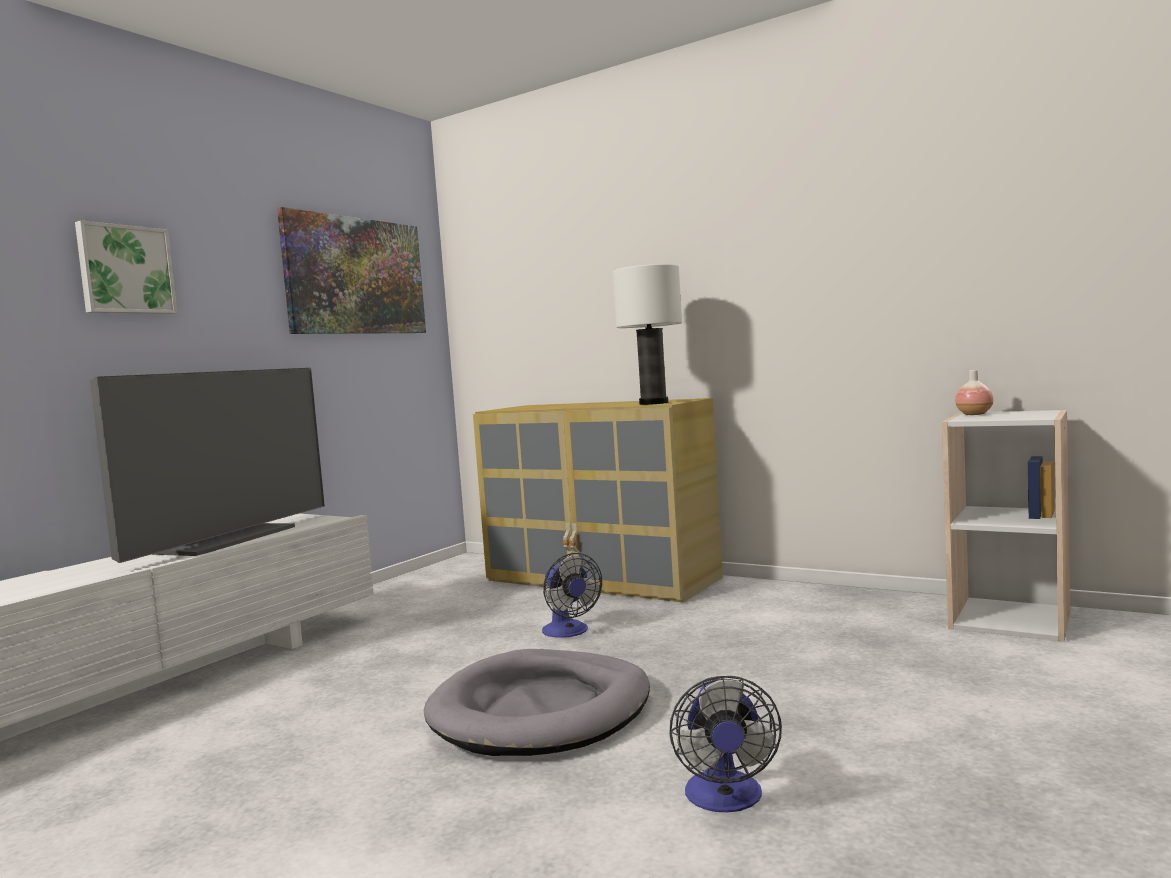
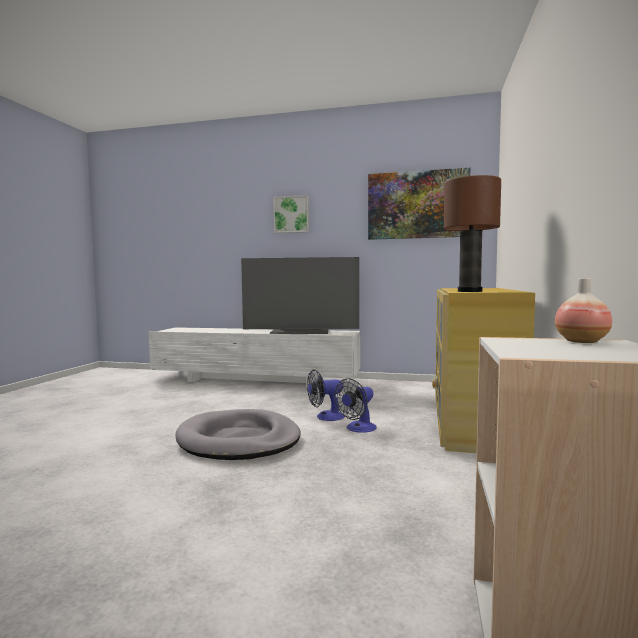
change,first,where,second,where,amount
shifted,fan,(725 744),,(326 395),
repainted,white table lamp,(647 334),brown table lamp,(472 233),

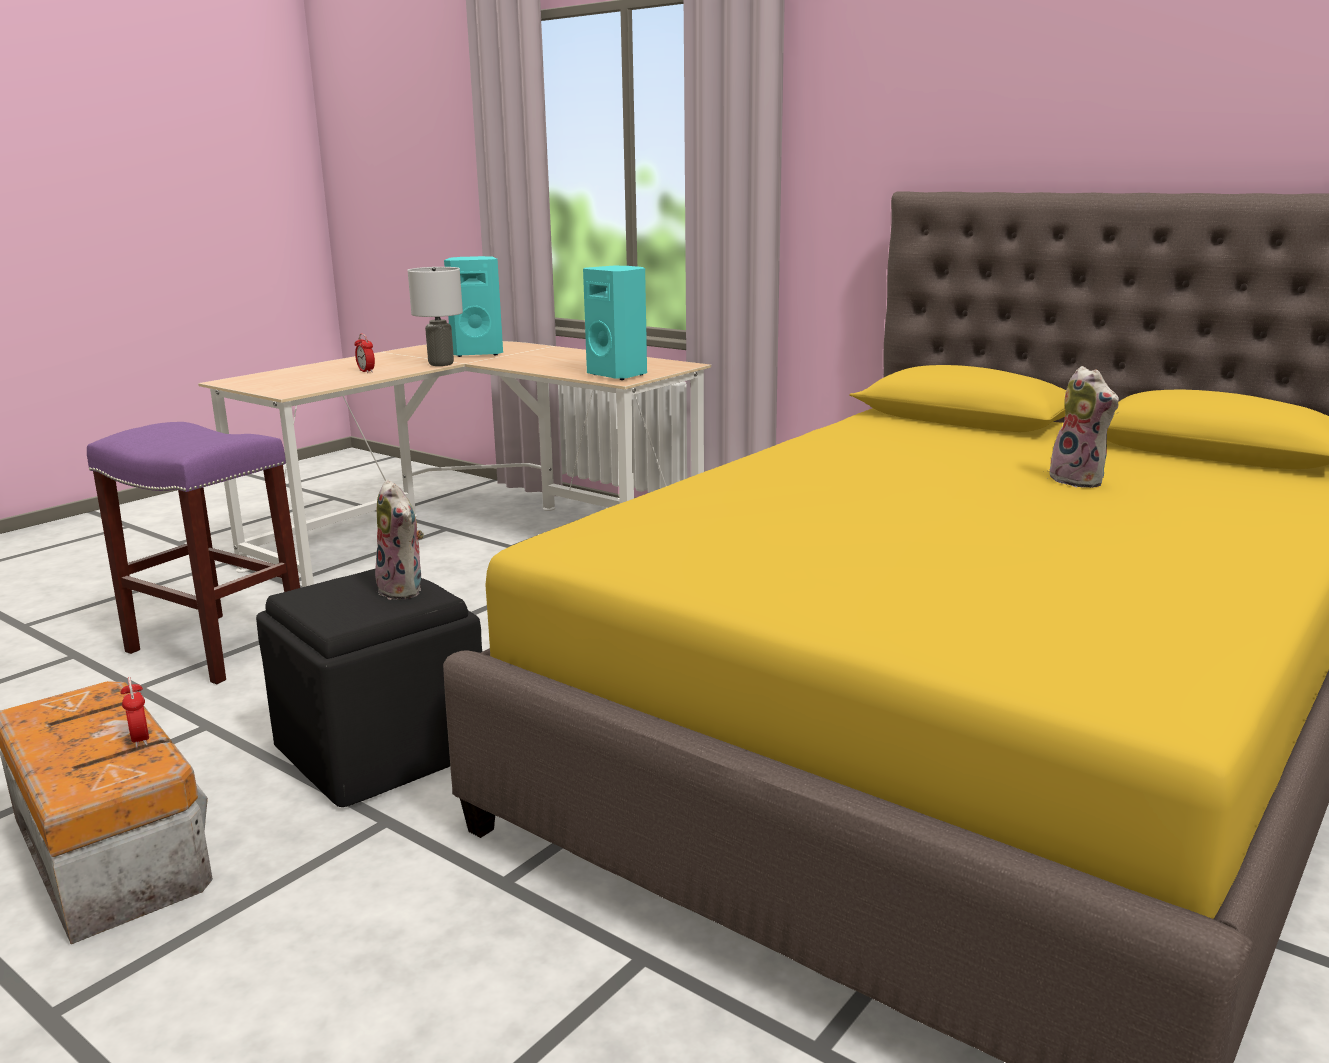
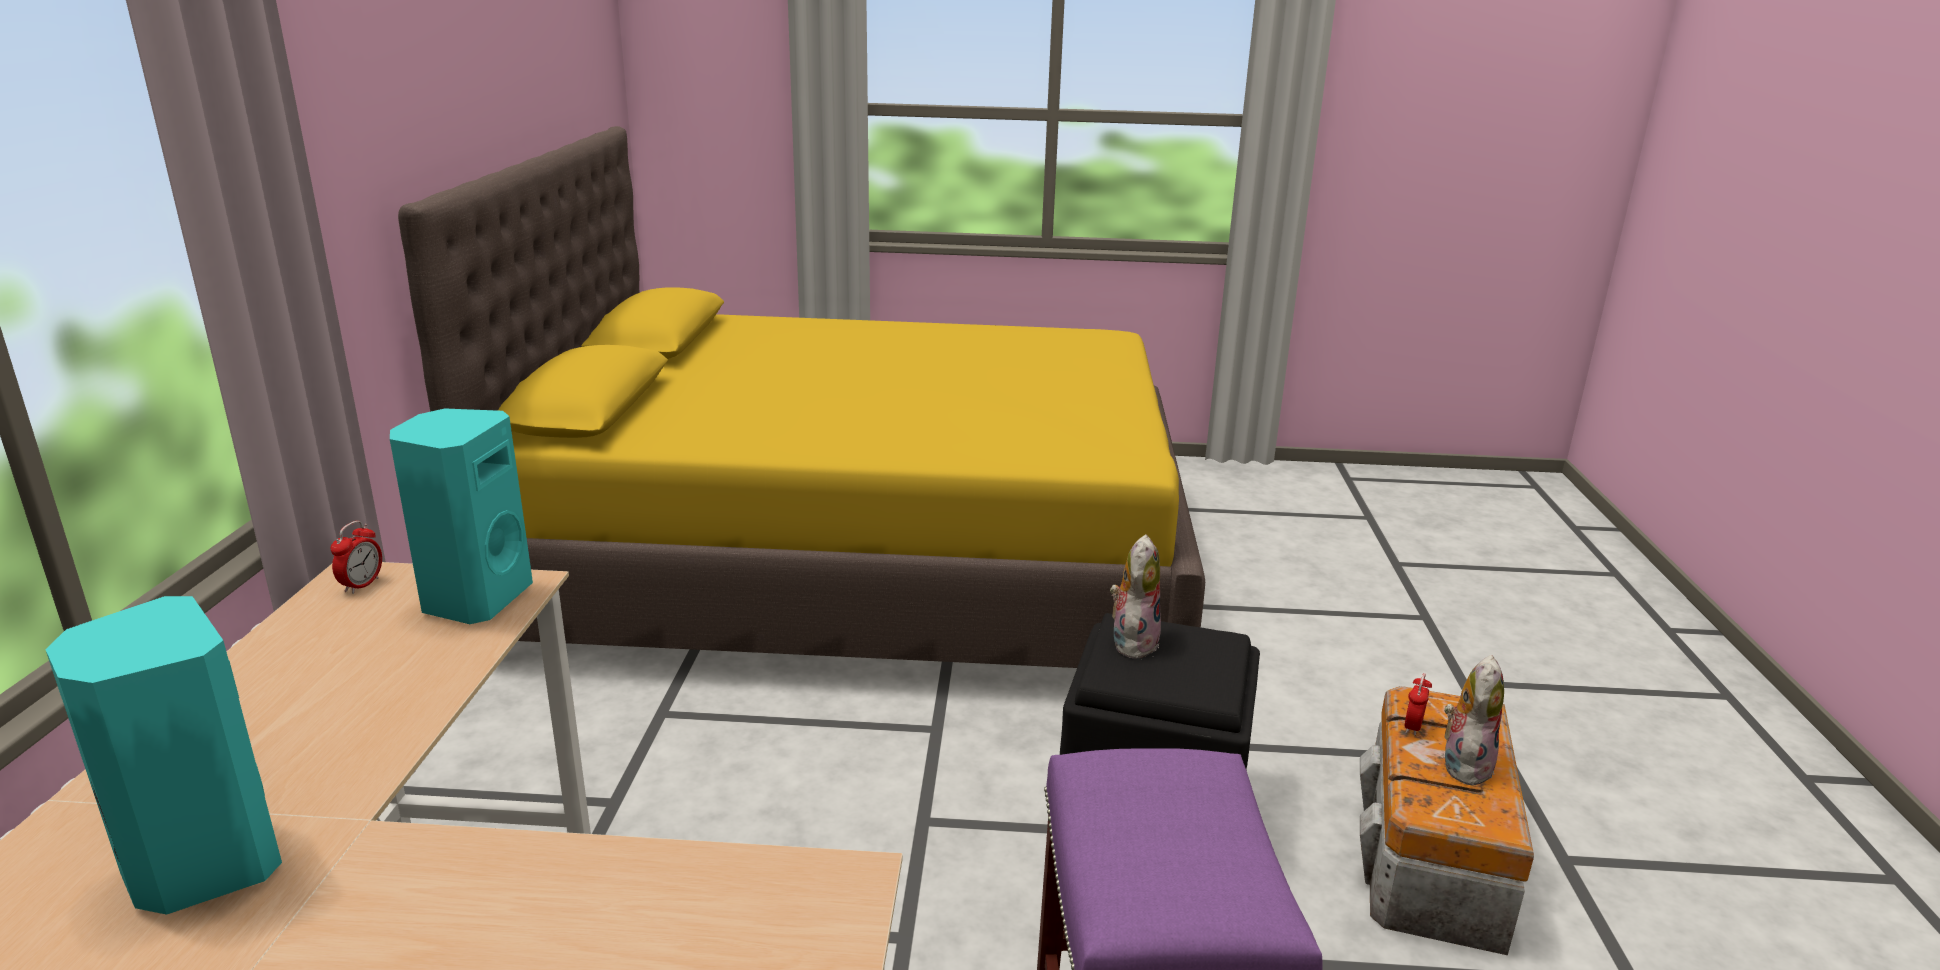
change,first,where,second,where,amount
shifted,alarm clock,(365 353),,(356 557),
shifted,plush toy,(1084 427),,(1474 720),
gone,white table lamp,(435 316),,,

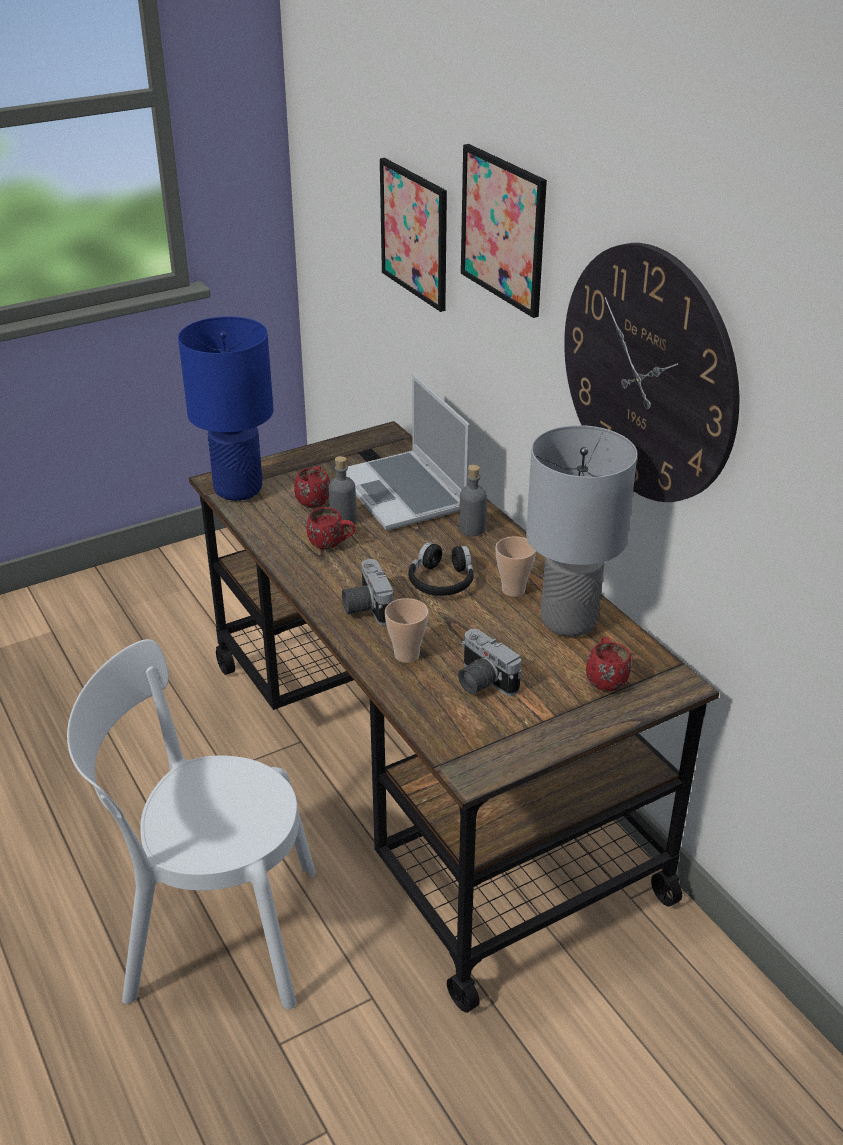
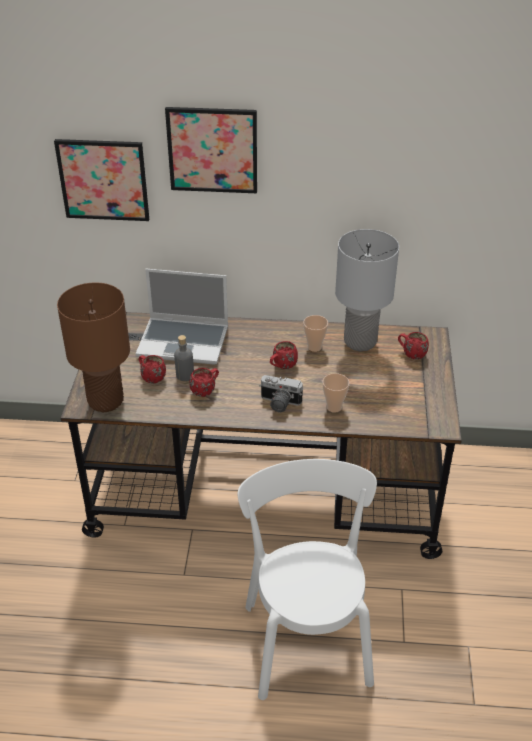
change,first,where,second,where,amount
repainted,blue table lamp,(226 408),brown table lamp,(93 347),
rotated,white chair,(191 824),,(307 579),135 degrees clockwise
swapped,black headphones,(441 569),red mug,(284 355),
gone,photo camera,(490 662),,,
gone,grey bottle,(473 500),,,
gone,wall clock,(651 372),,,

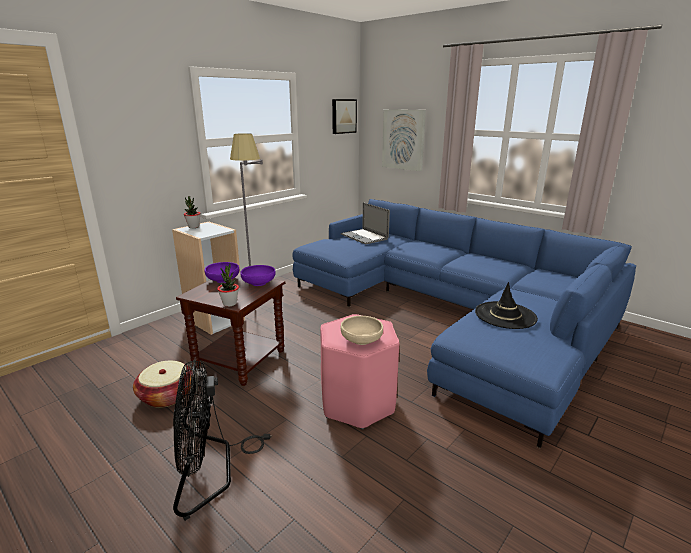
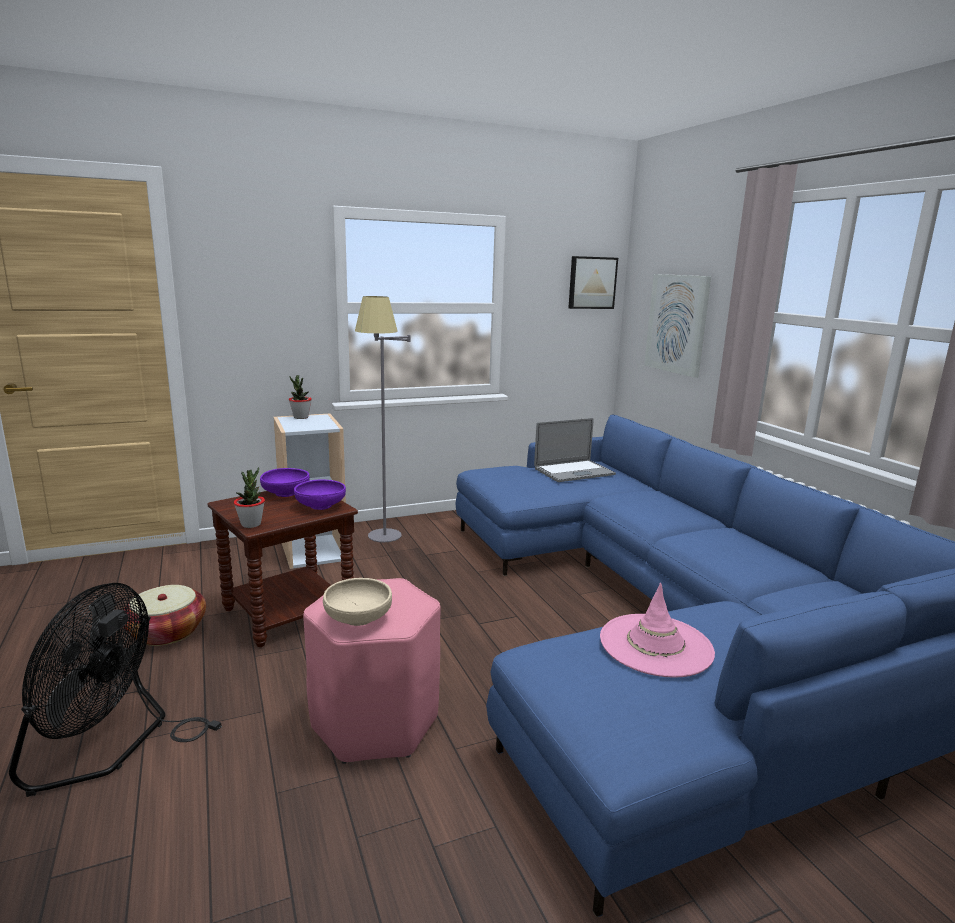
change,first,where,second,where,amount
rotated,laptop,(365 223),,(575 450),105 degrees counterclockwise
repainted,black hat,(506 305),pink hat,(657 630),

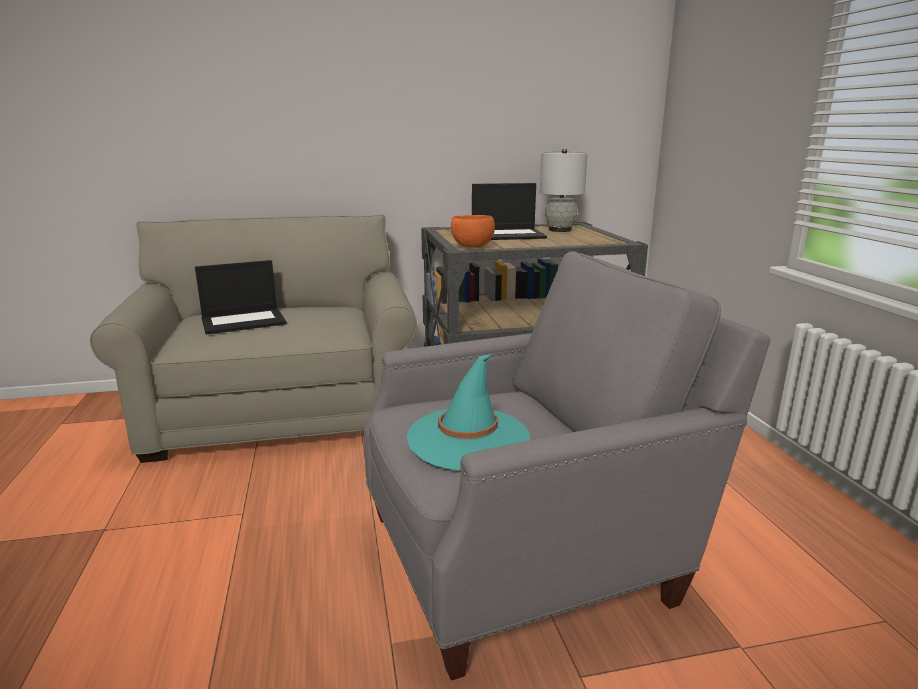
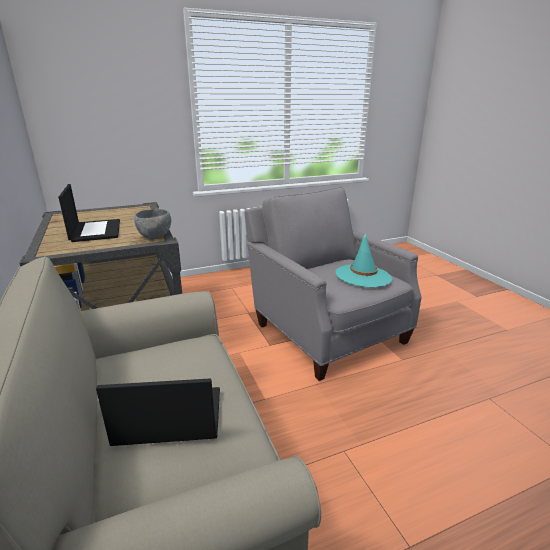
change,first,where,second,where,amount
rotated,laptop,(241 297),,(158 412),60 degrees counterclockwise
repainted,orange bowl,(473 231),grey bowl,(153 224),
gone,white table lamp,(564 190),,,

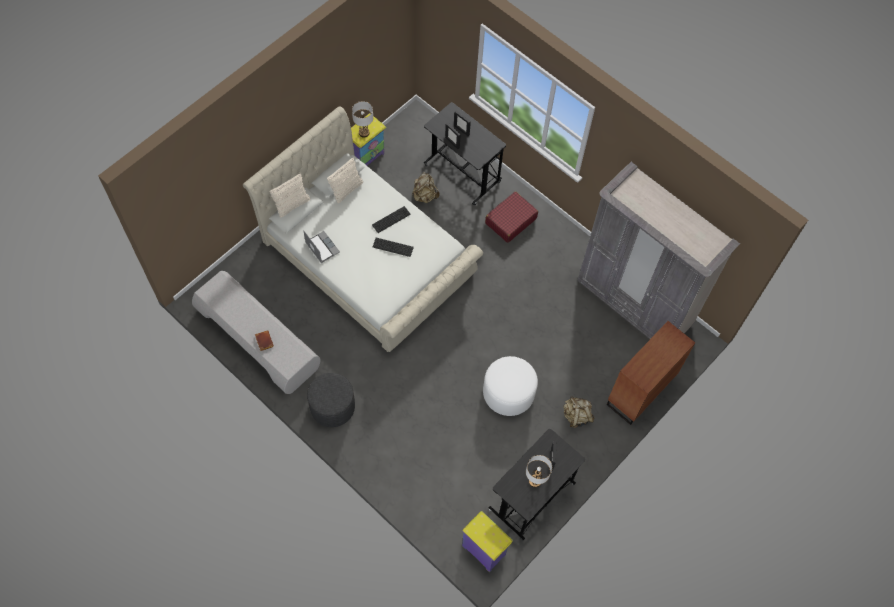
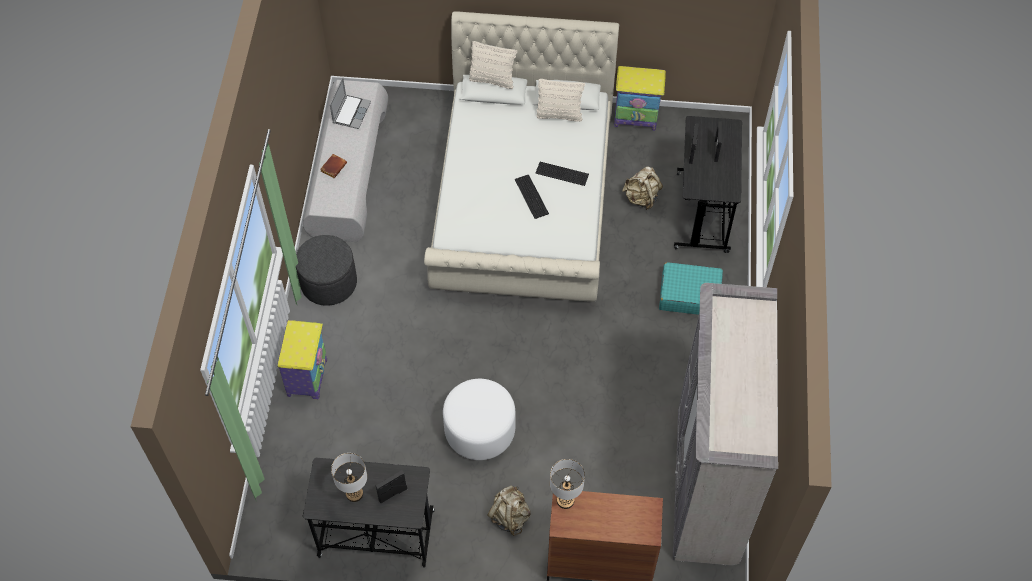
change,first,where,second,where,amount
shifted,nightstand,(487 541),,(302 359),
shifted,laptop,(322 247),,(350 103),
shifted,table lamp,(362 119),,(567 484),
repainted,red suitcase,(511 217),turquoise suitcase,(691 288),

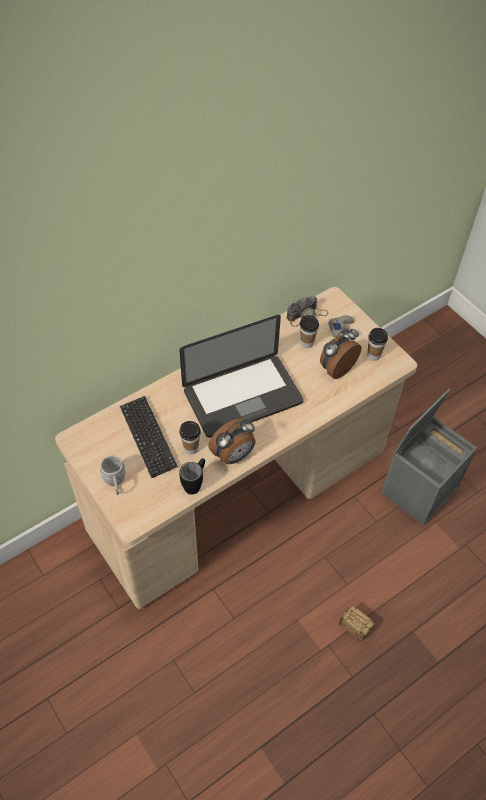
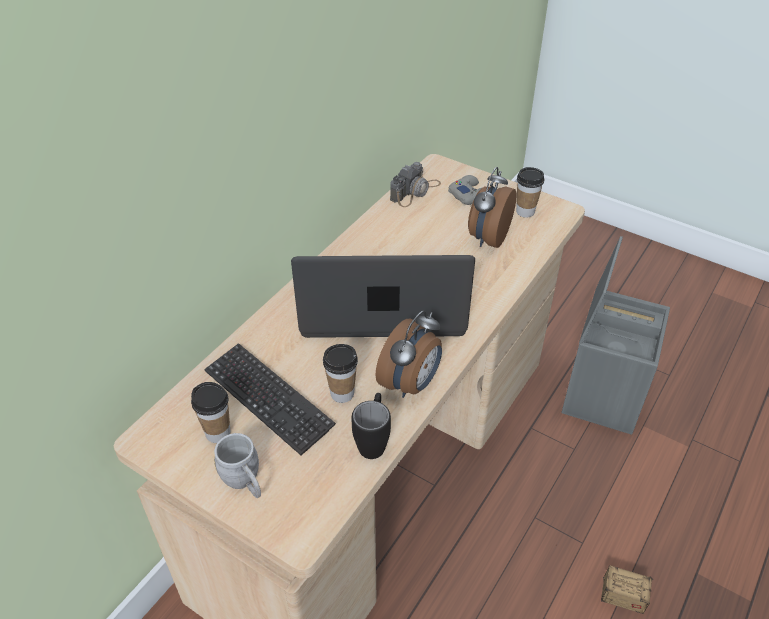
change,first,where,second,where,amount
shifted,cup,(309 331),,(210 412),
rotated,laptop,(241 376),,(383 296),135 degrees counterclockwise

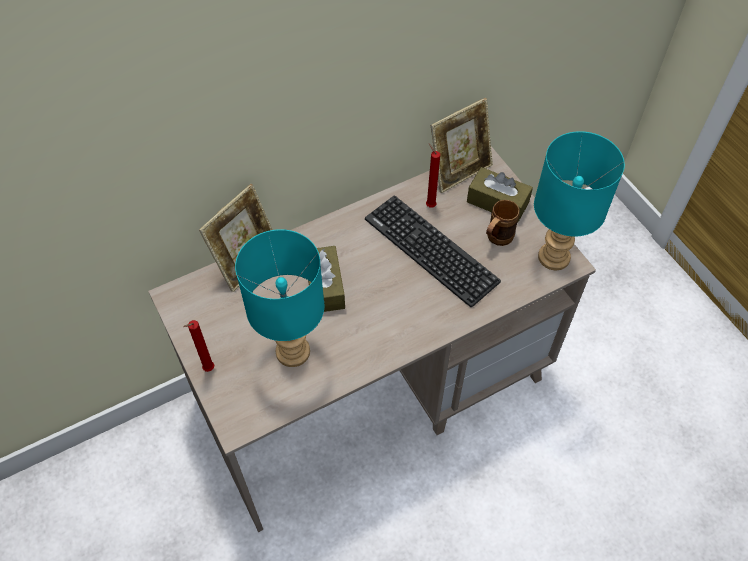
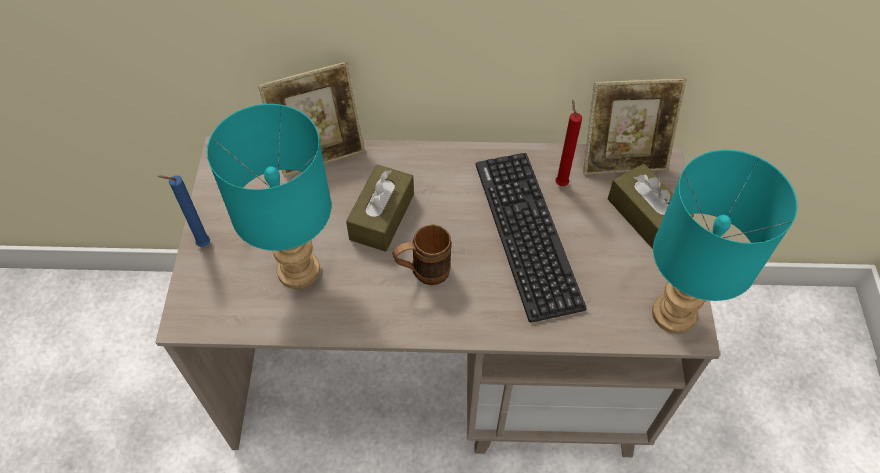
change,first,where,second,where,amount
repainted,red candle,(198 346),blue candle,(183 211),
shifted,brown mug,(503 223),,(422 254),

